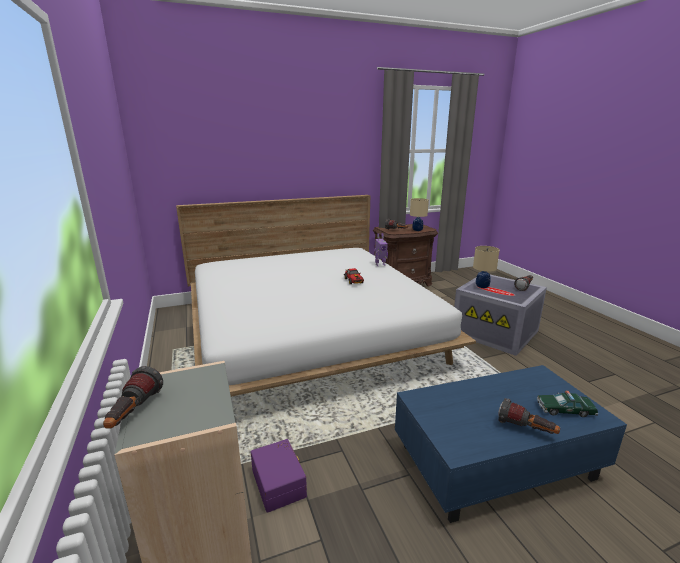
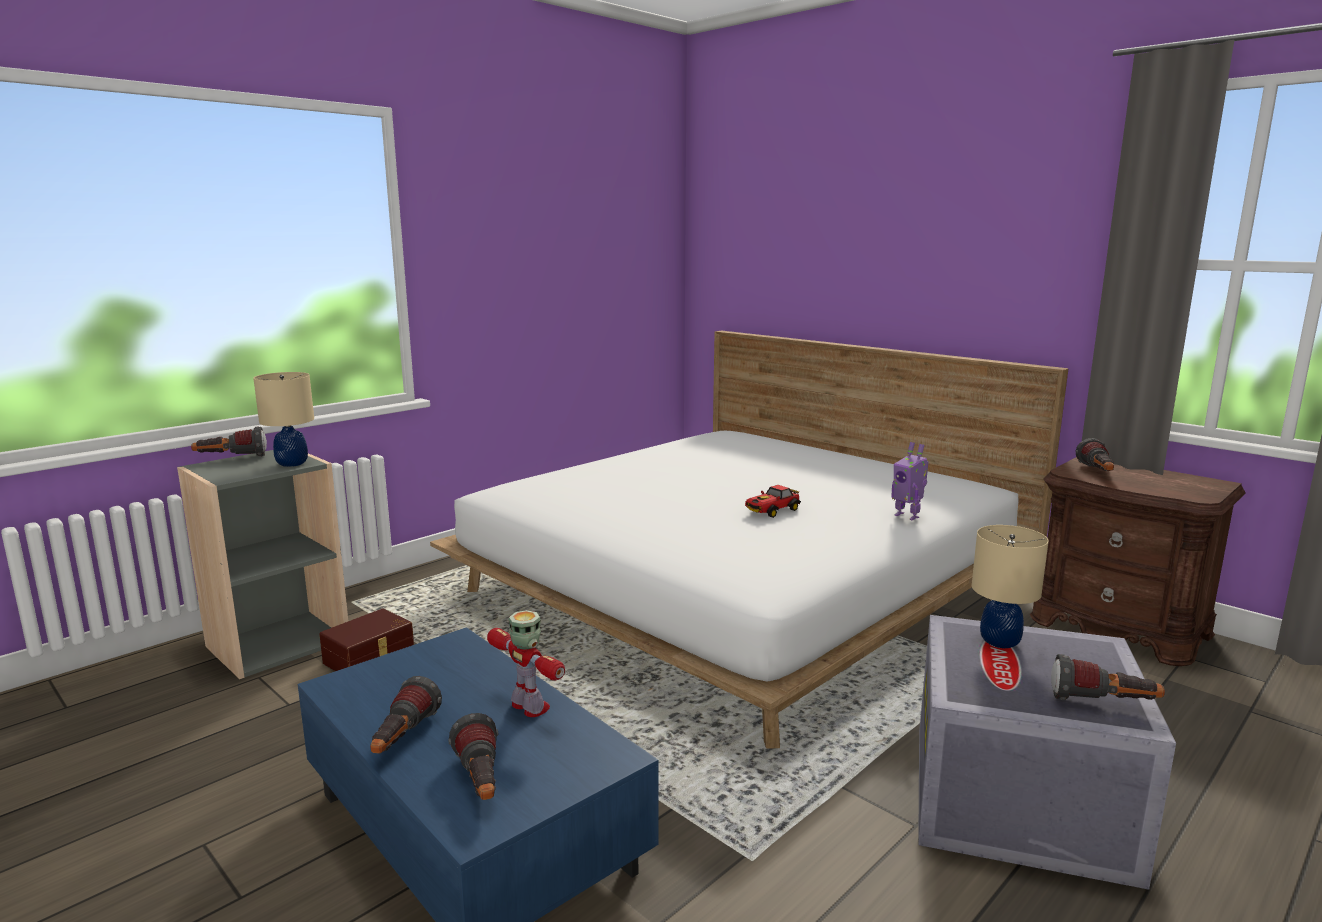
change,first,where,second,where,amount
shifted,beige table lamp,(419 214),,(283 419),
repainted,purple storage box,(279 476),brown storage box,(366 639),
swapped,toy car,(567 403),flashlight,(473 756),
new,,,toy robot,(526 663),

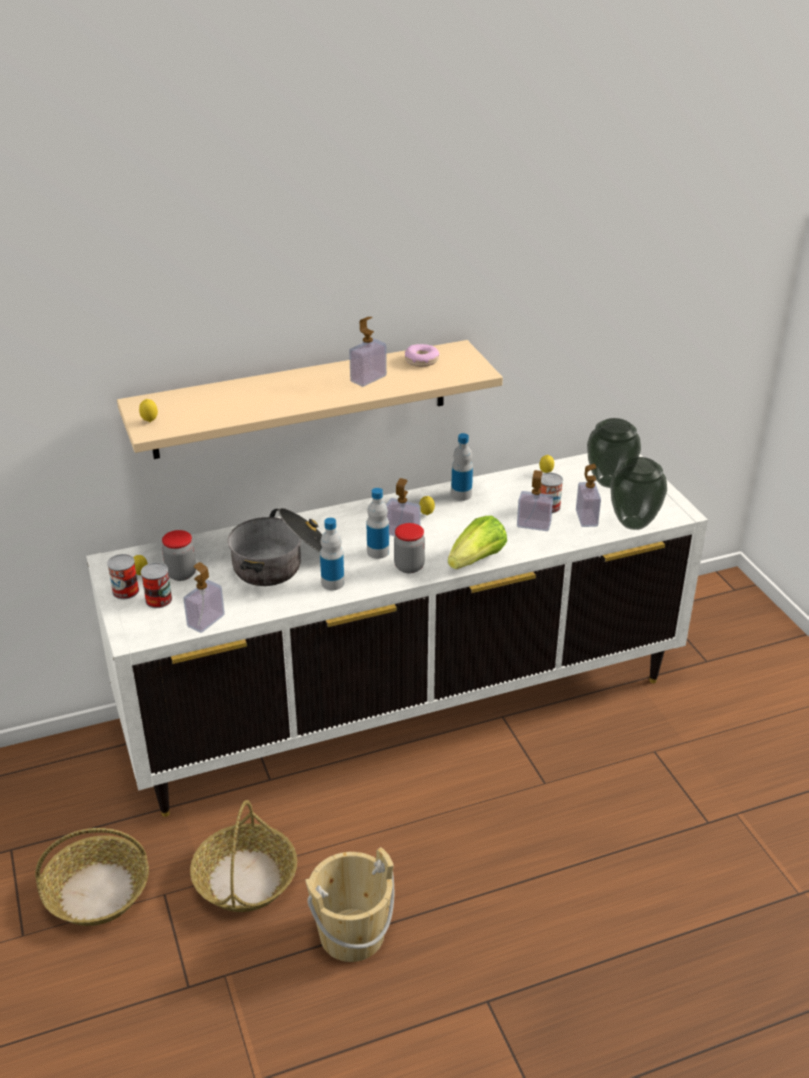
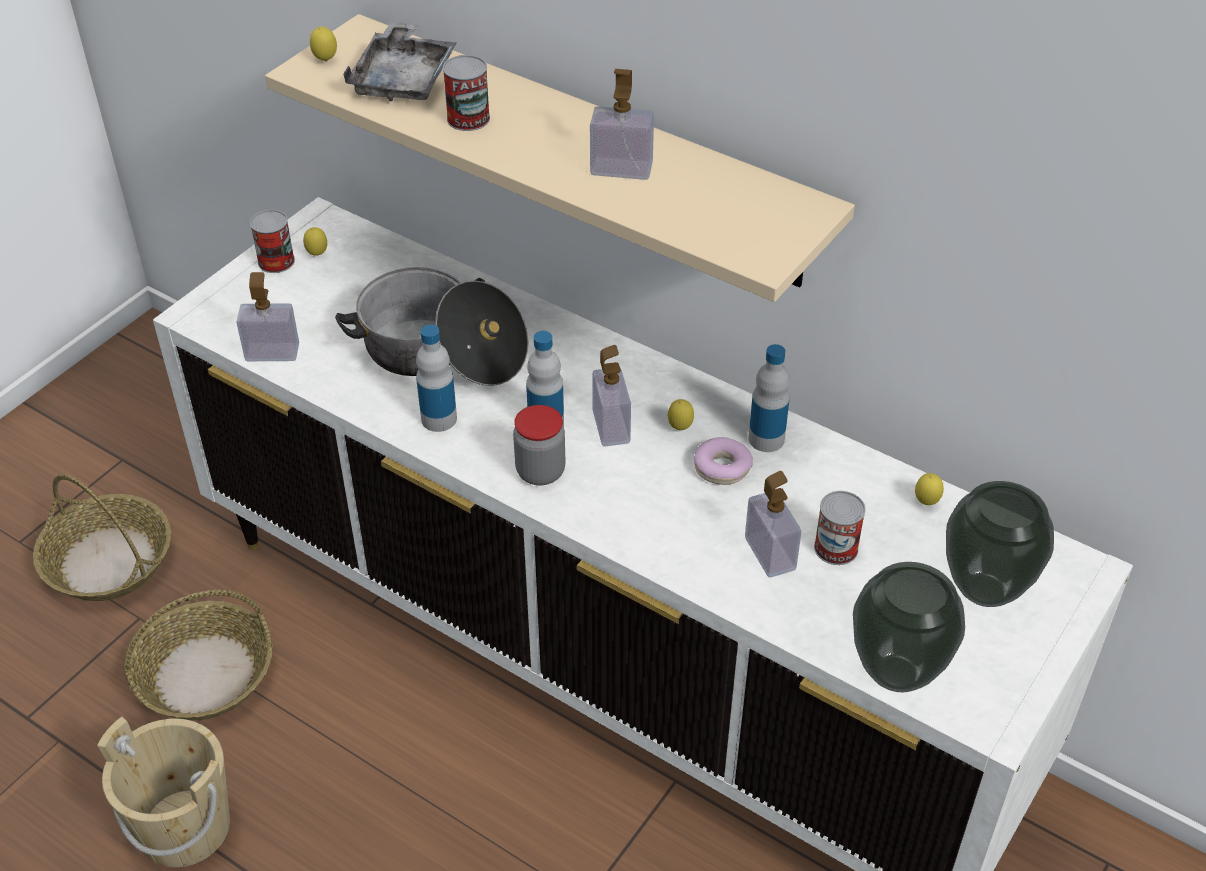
change,first,where,second,where,amount
new,,,grey tray,(400 61),
shifted,can,(156 585),,(466 93),
shifted,donut,(422 355),,(723 461),
gone,jar,(179 555),,,
gone,lettuce,(477 542),,,
gone,soap dispenser,(588 495),,,

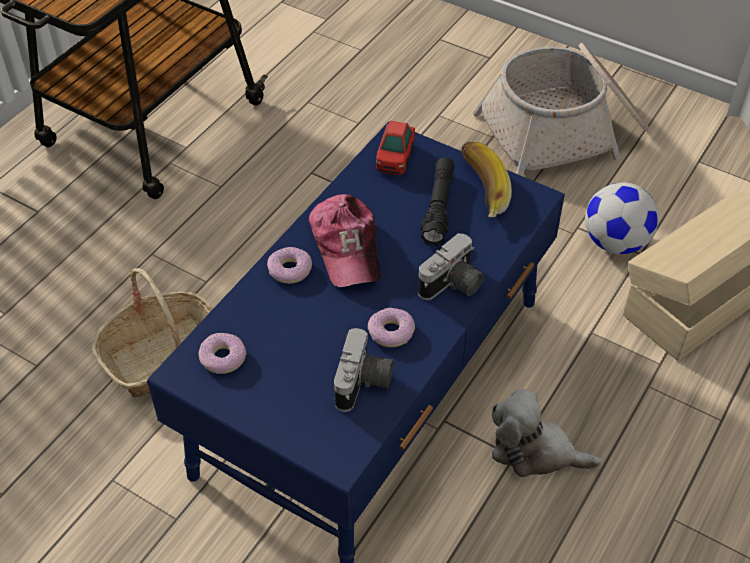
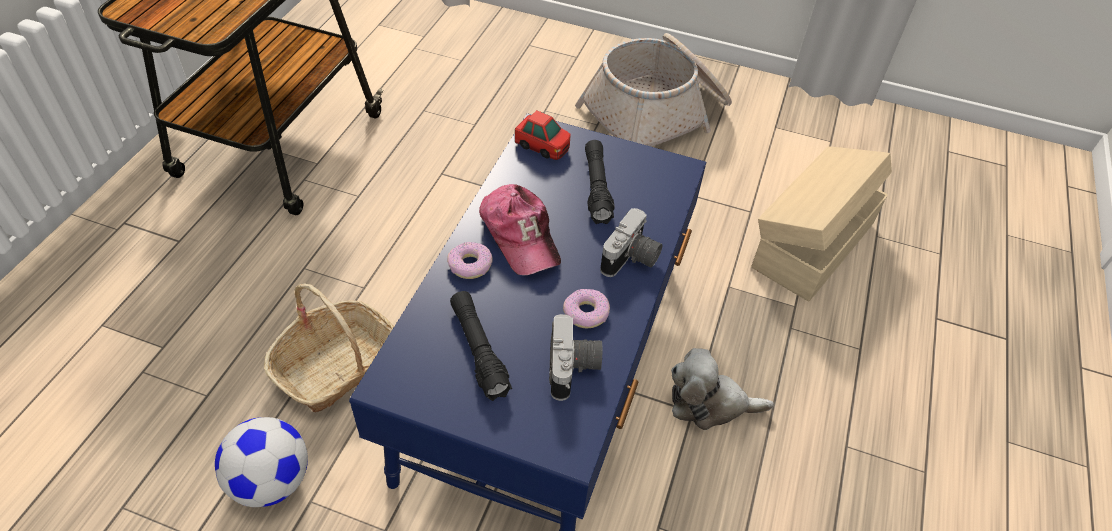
change,first,where,second,where,amount
shifted,football,(622 218),,(261 462),
new,,,black flashlight,(481 346),
rotated,toy car,(395 148),,(543 135),60 degrees counterclockwise
gone,donut,(223 353),,,
gone,banana,(486 180),,,

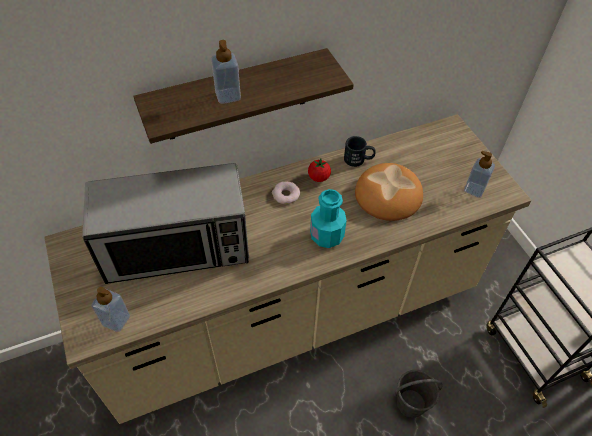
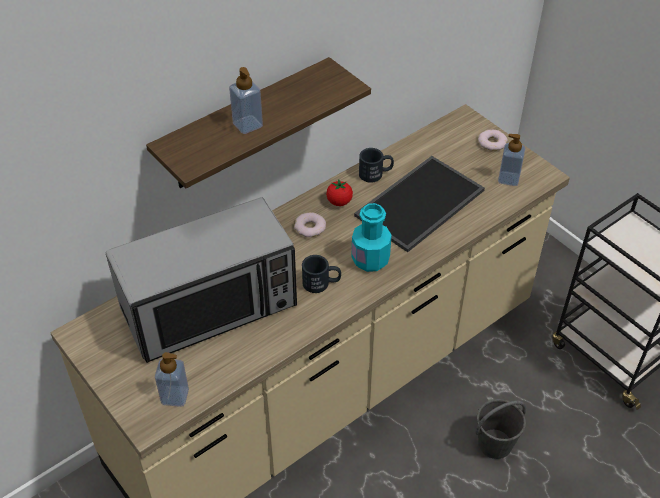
change,first,where,second,where,amount
new,,,black mug,(321 274),
swapped,bread,(389 192),tray,(419 204),
new,,,donut,(493 140),

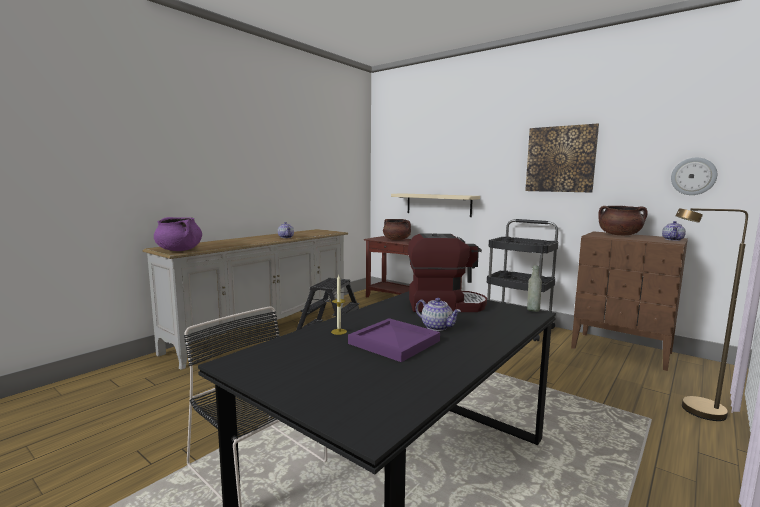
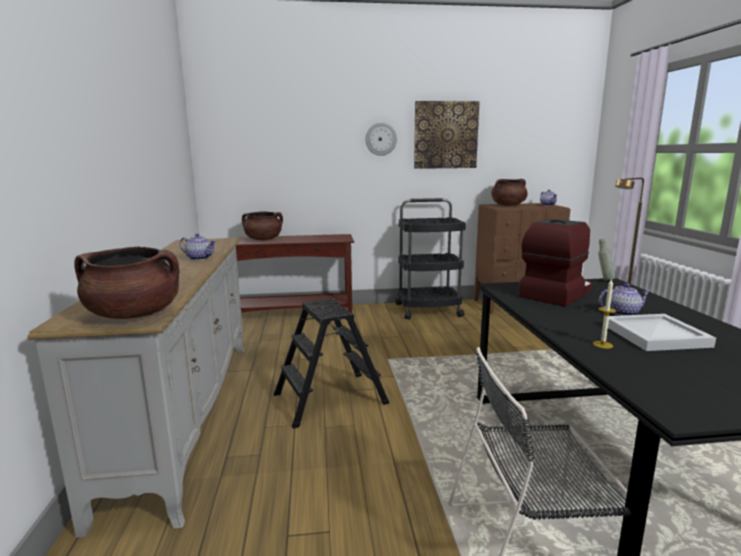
change,first,where,second,where,amount
repainted,purple cooking pot,(178 234),brown cooking pot,(127 282),
shifted,wall clock,(694 176),,(381 139),
repainted,purple tray,(394 340),white tray,(662 332),
gone,beige shelf,(435 205),,,

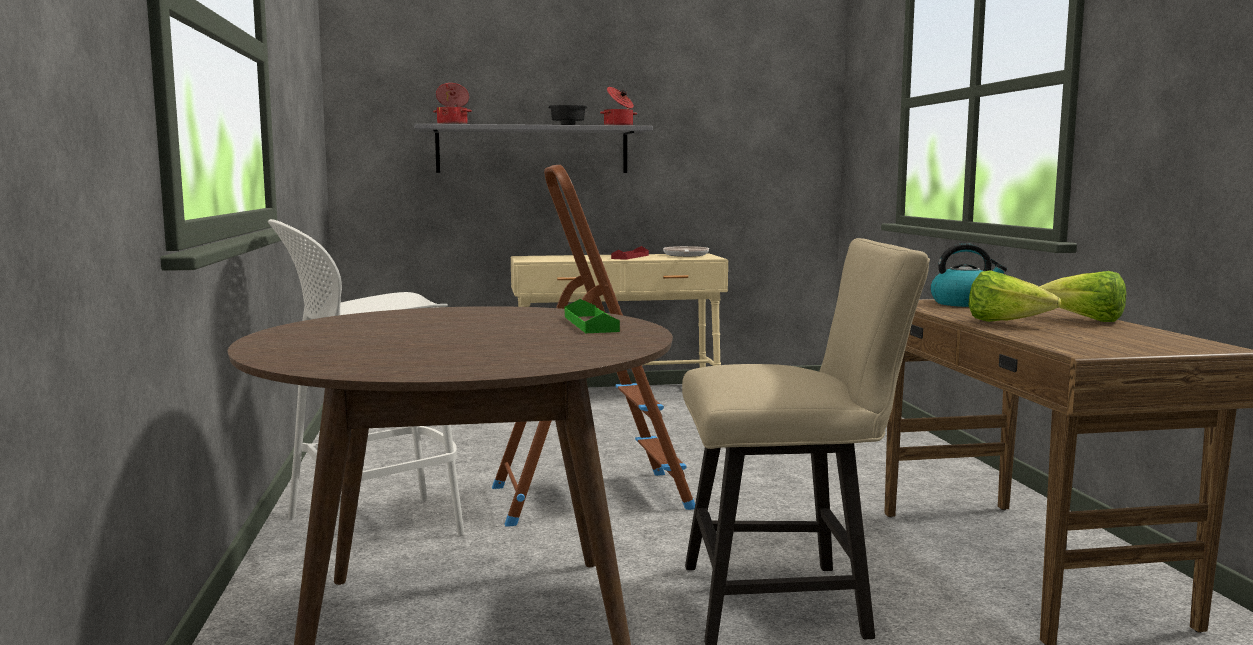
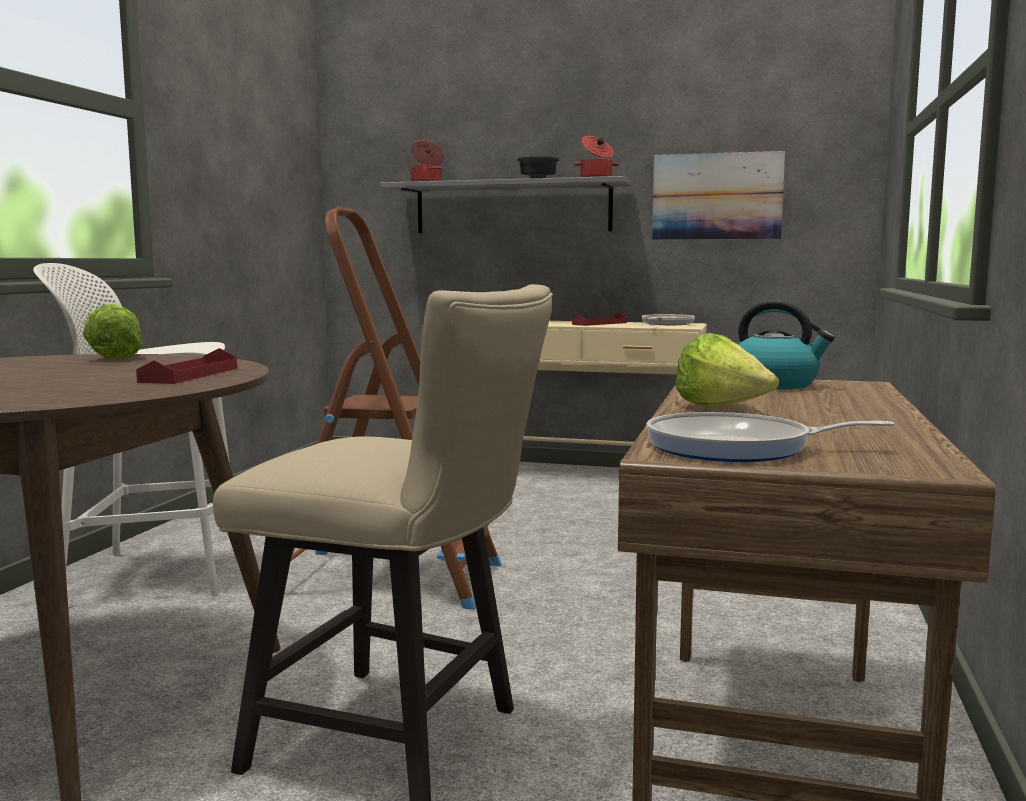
change,first,where,second,where,amount
shifted,lettuce,(1082 296),,(113 331),
repainted,green tray,(592 316),red tray,(186 366),
new,,,frying pan,(770 437),
new,,,picture,(718 195),

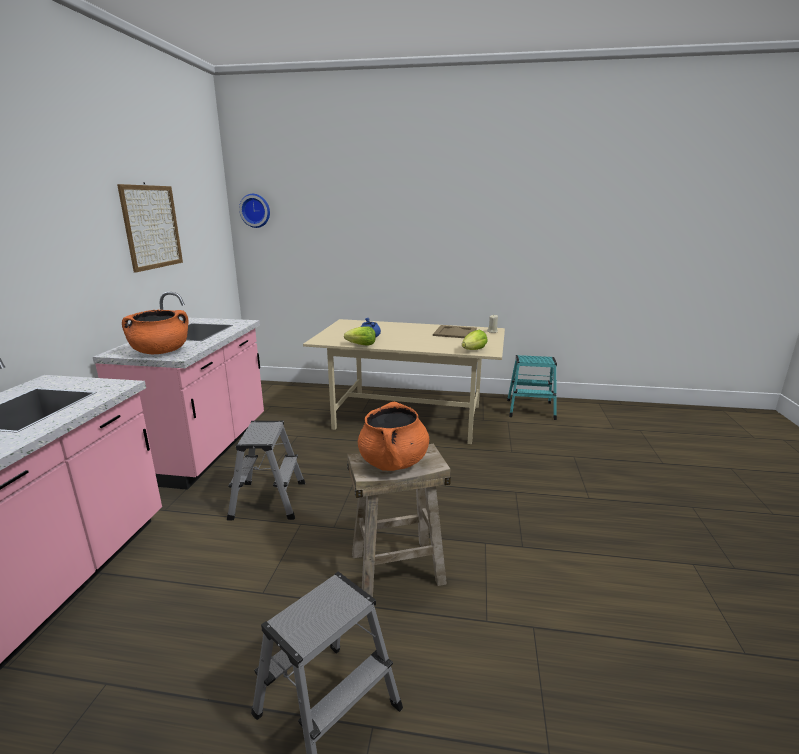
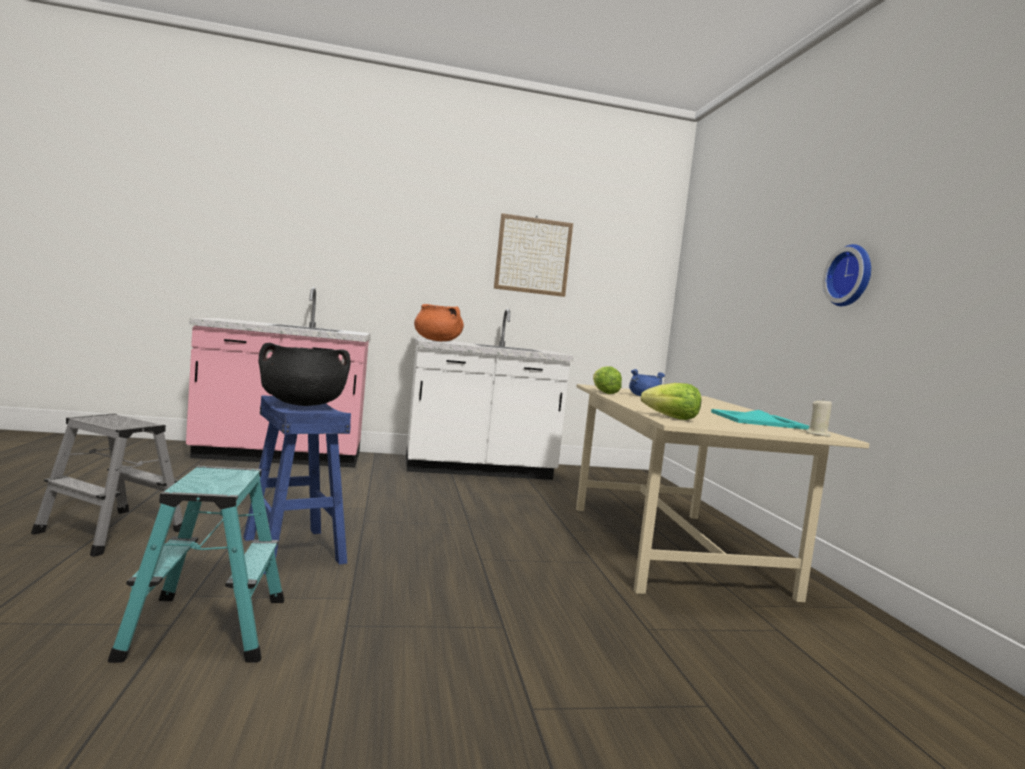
change,first,where,second,where,amount
shifted,turquoise step ladder,(532 387),,(196 564),
repainted,beige stool,(399 520),blue stool,(297 485),
repainted,orange cooking pot,(393 436),black cooking pot,(304 374),
repainted,pink counter,(178 391),white counter,(490 394),
repainted,beige tray,(455 331),turquoise tray,(760 419),
shifted,wall clock,(254 211),,(847 275),
gone,grey step ladder,(266 471),,,

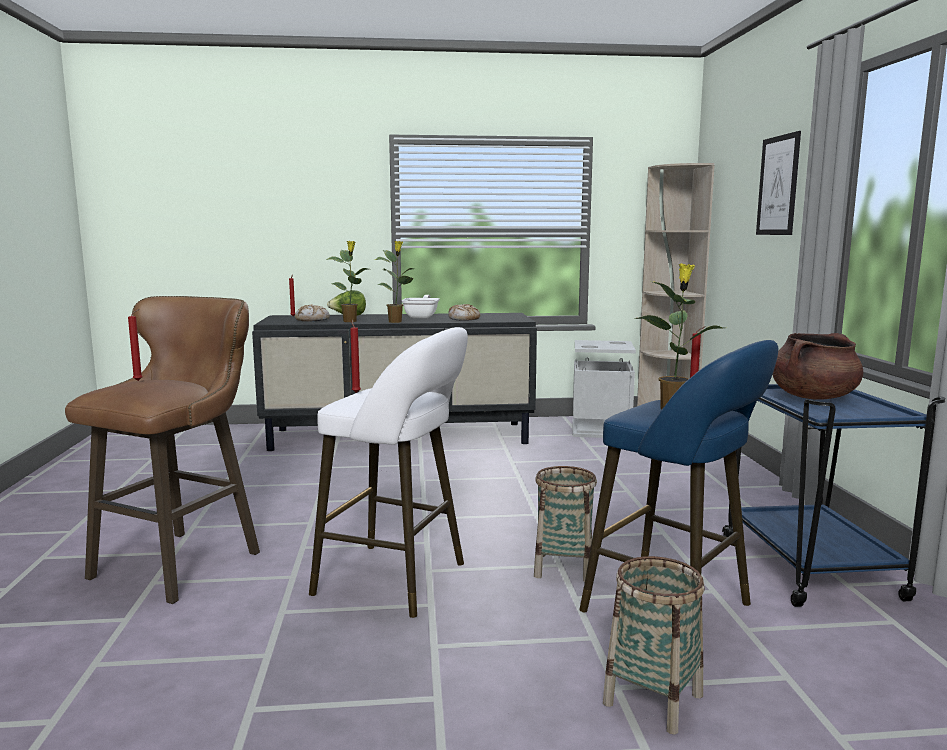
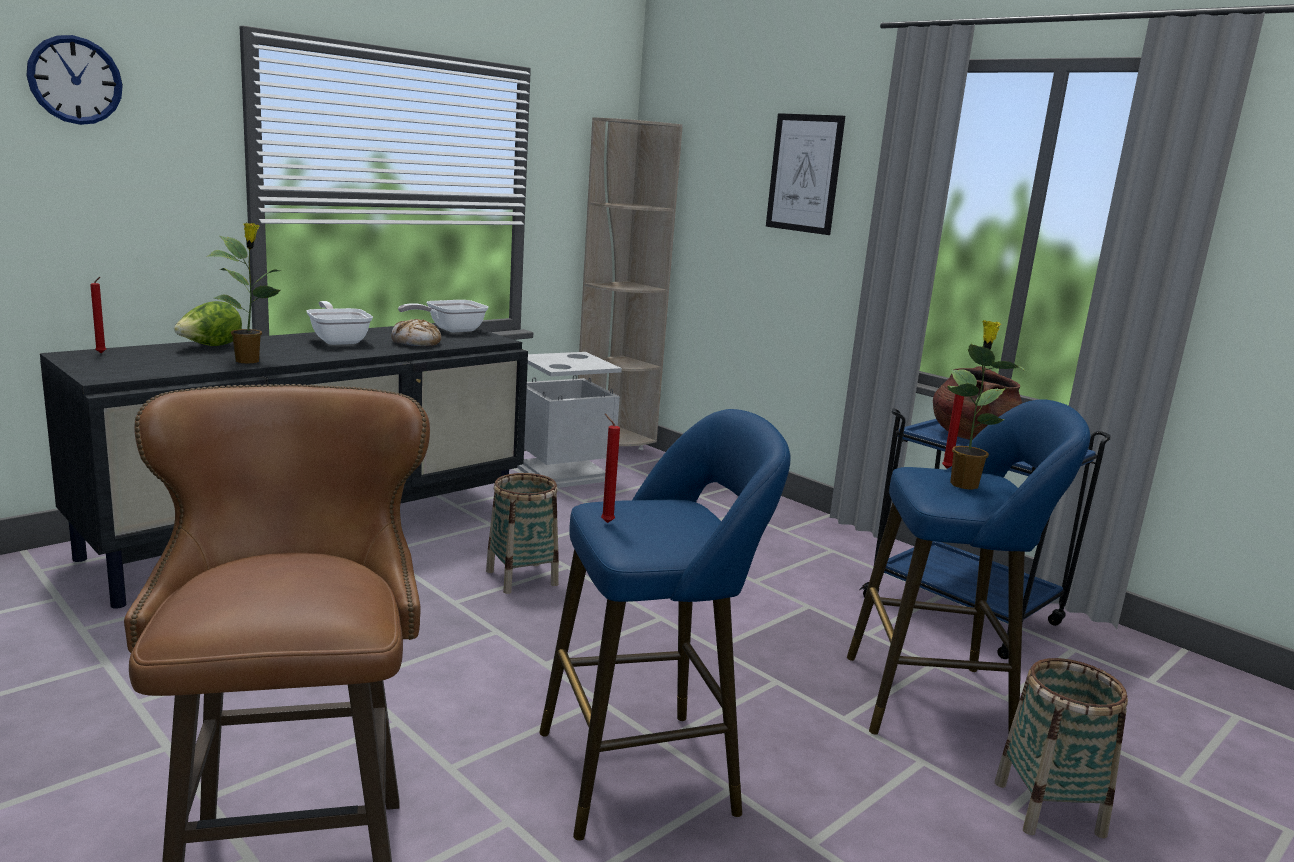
change,first,where,second,where,amount
new,,,wall clock,(74 80),
new,,,frying pan,(443 316),
shifted,basket,(565 524),,(522 533),
repainted,white stool,(388 472),blue stool,(665 625),
gone,red candle,(135 345),,,
gone,bread,(312 313),,,
gone,potted plant,(394 282),,,

